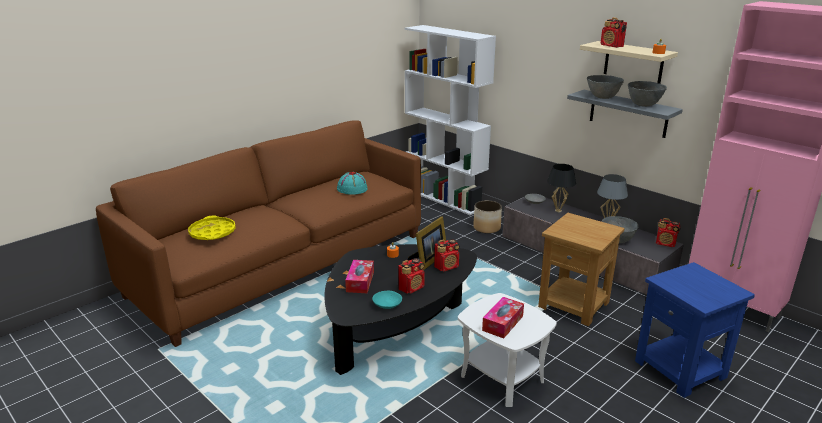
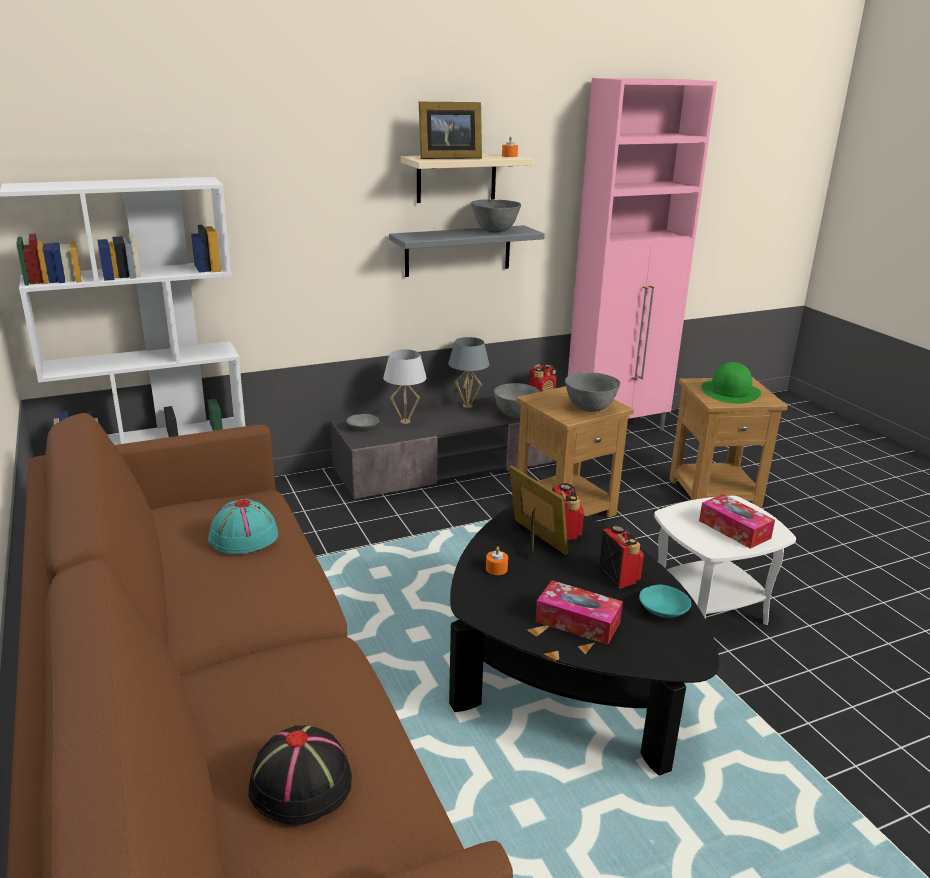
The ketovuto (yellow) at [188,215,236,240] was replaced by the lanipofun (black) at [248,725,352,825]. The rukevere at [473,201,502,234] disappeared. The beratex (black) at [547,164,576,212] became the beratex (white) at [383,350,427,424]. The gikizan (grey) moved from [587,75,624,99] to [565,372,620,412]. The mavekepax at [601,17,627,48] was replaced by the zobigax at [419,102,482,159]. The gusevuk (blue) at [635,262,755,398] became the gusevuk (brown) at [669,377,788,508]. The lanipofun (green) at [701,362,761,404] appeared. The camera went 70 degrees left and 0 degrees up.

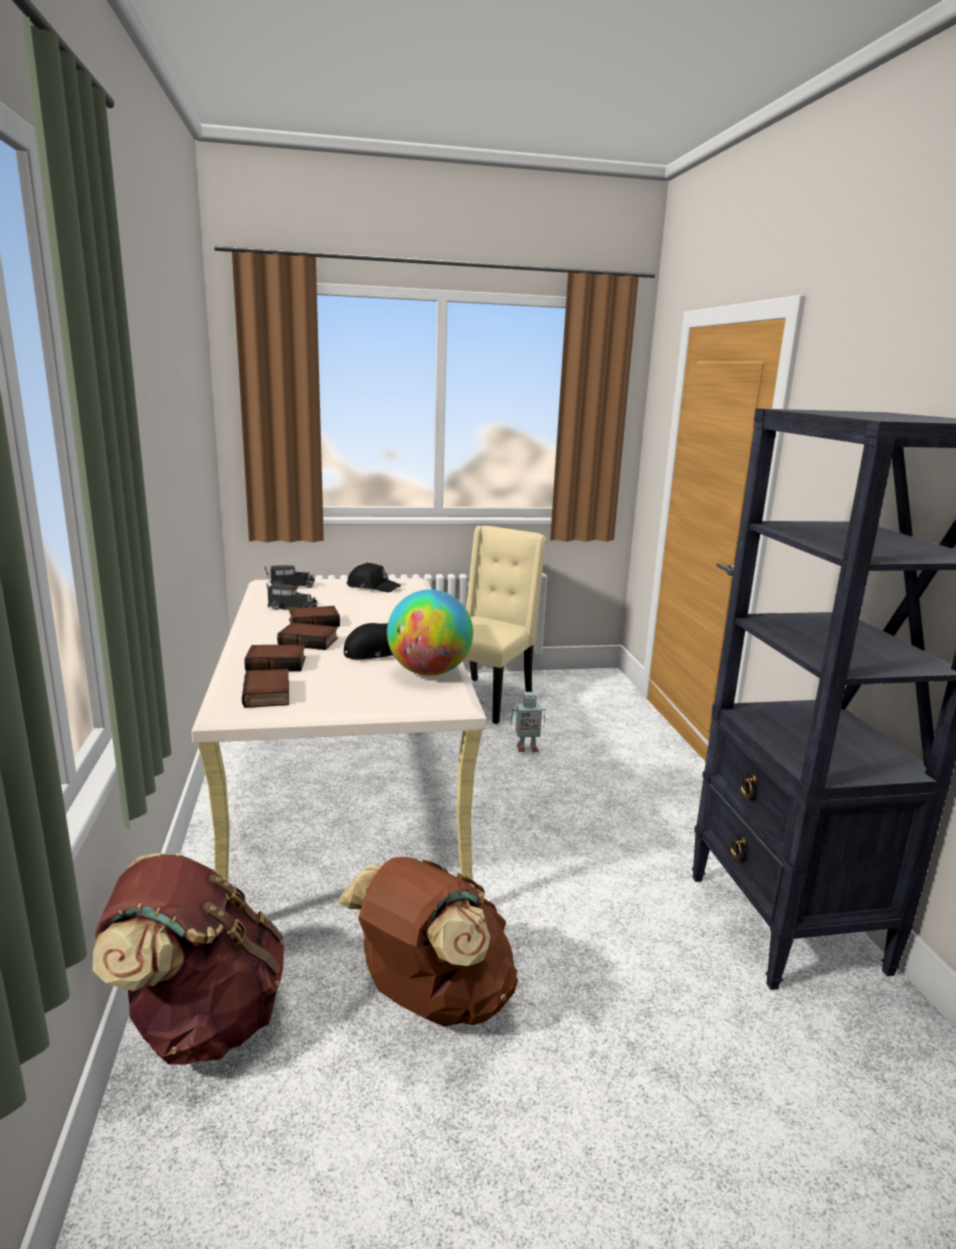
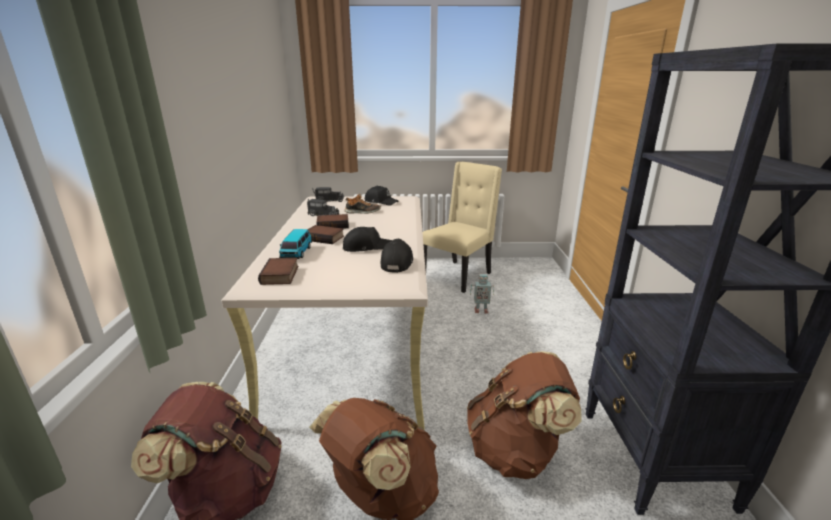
The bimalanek at [244,645,306,671] was replaced by the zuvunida at [279,229,312,259]. The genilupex at [387,590,473,676] was replaced by the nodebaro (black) at [381,239,413,273]. The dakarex at [344,194,381,214] appeared. The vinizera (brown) at [467,351,582,479] appeared. The camera went 10 degrees right and 5 degrees up.

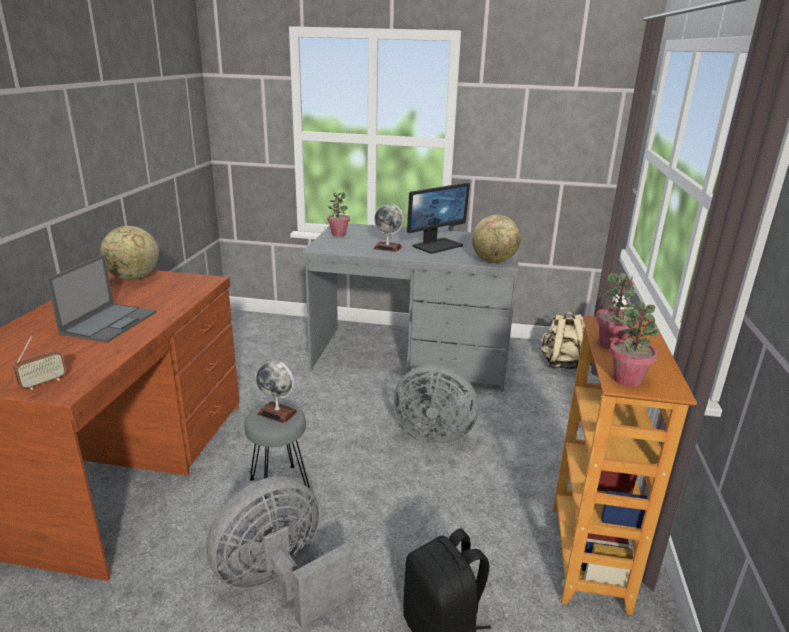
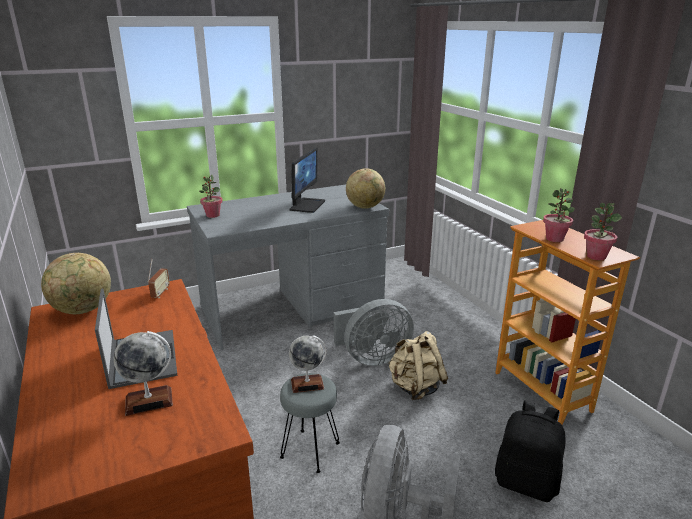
The mavekepax moved from [13,336,66,390] to [148,259,170,298]. The genilupex moved from [373,204,404,252] to [114,331,173,416]. The vinizera (beige) moved from [541,312,585,369] to [388,331,448,400]. The camera went 35 degrees left and 0 degrees up.

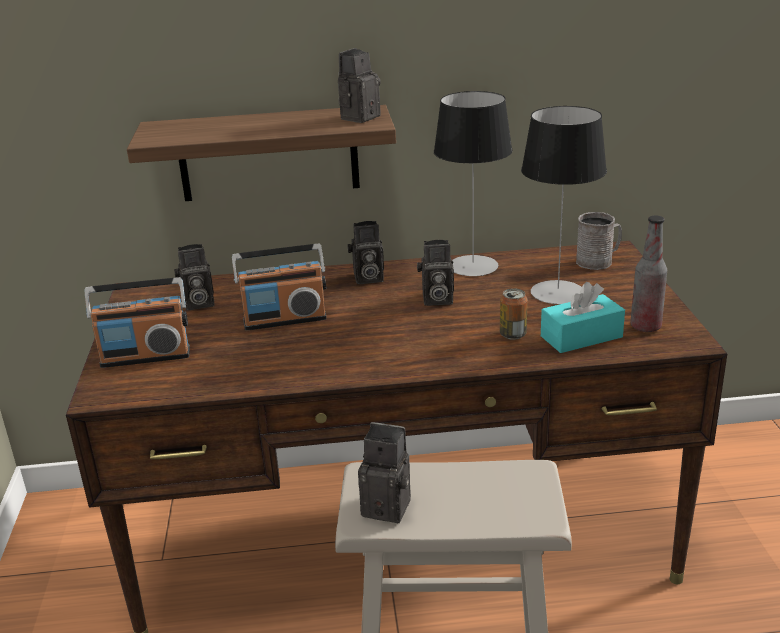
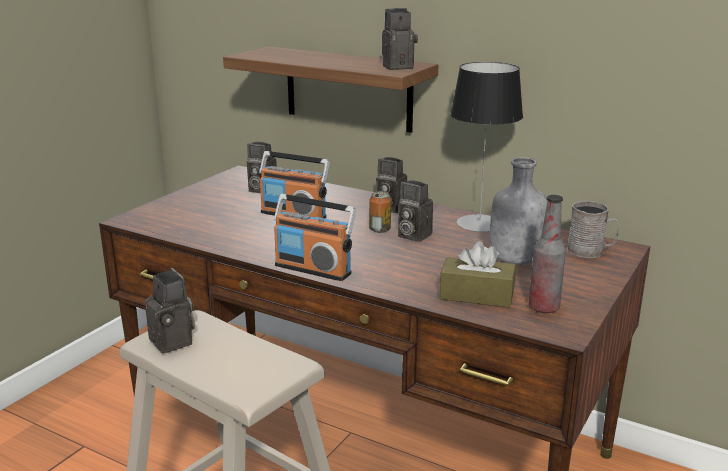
The mavekepax moved from [85,277,190,368] to [274,194,356,281]. The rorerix moved from [500,288,528,340] to [369,192,391,233]. The beratex at [521,106,607,304] was replaced by the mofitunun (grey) at [490,157,548,265]. The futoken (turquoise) at [541,282,625,353] became the futoken (brown) at [440,241,516,308]. The camera went 35 degrees right and 5 degrees down.

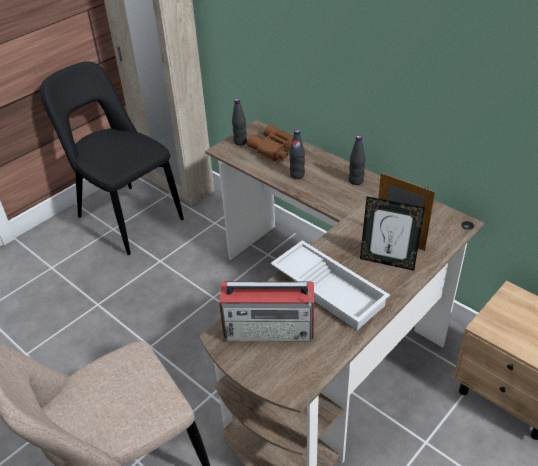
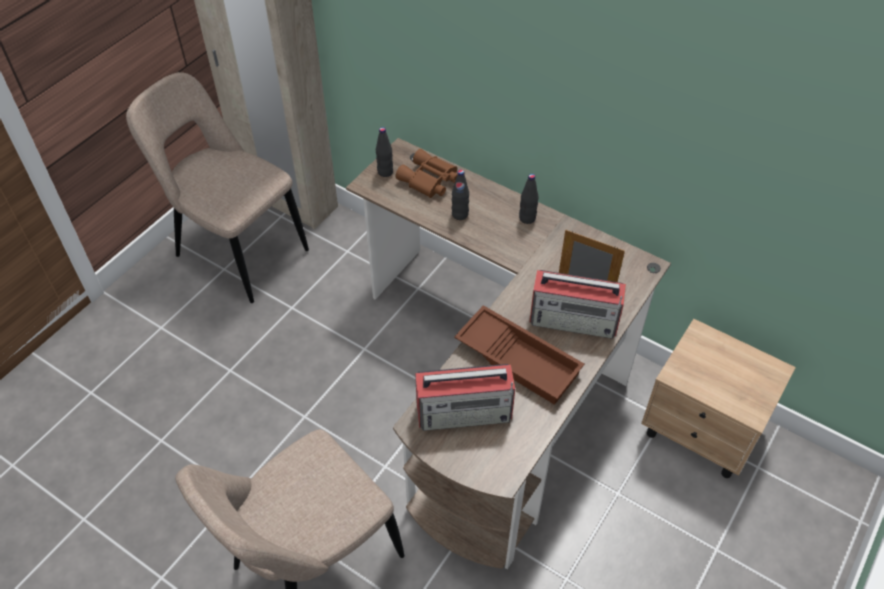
The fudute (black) at [40,62,184,255] became the fudute (beige) at [126,72,309,303]. The ketovuto (white) at [271,240,390,330] became the ketovuto (brown) at [454,305,585,405]. The zobigax at [360,196,425,271] was replaced by the mavekepax at [529,270,626,339]. The camera went 10 degrees left and 10 degrees up.

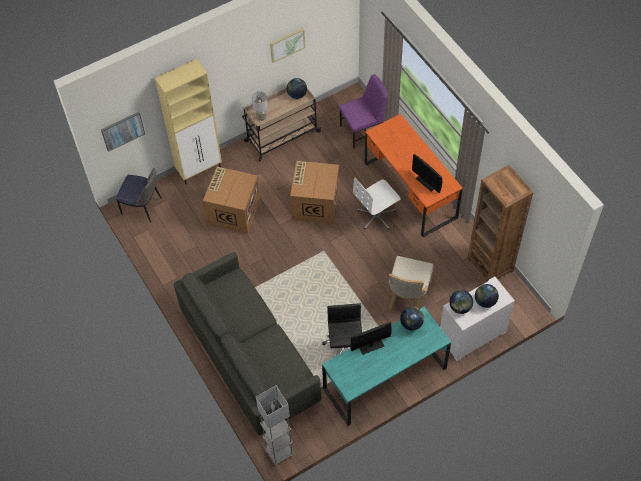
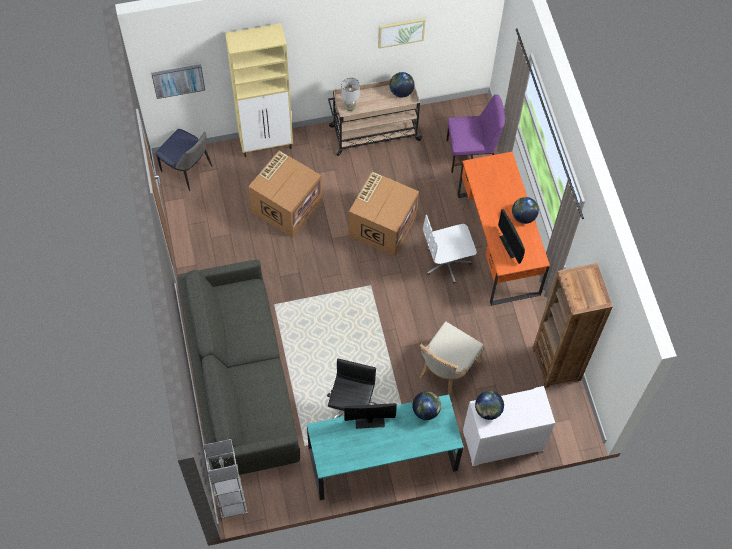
The genilupex moved from [475,284,499,308] to [512,197,539,224]. The camera went 15 degrees right and 5 degrees up.

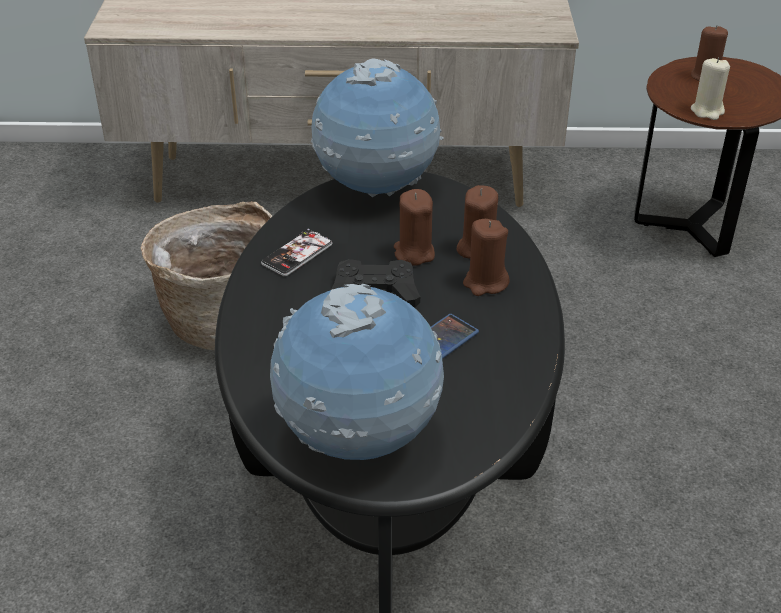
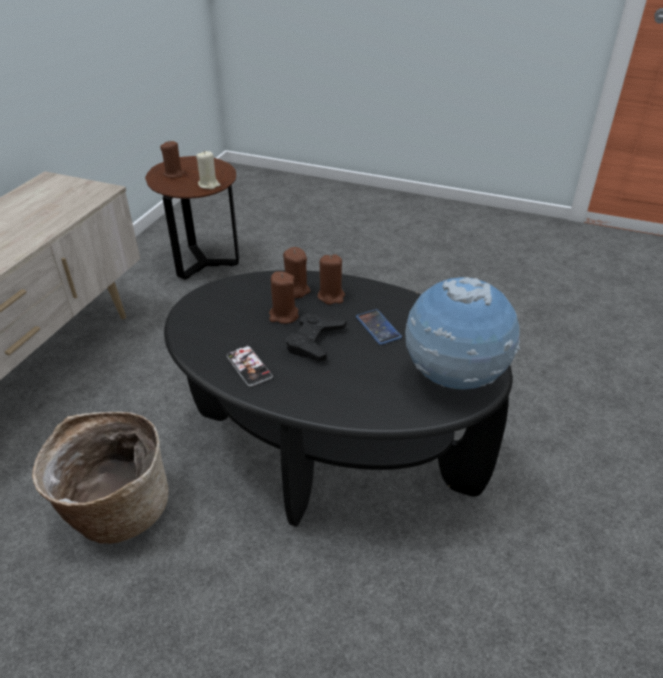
The genilupex at [311,58,443,198] disappeared. The camera went 70 degrees left and 0 degrees up.

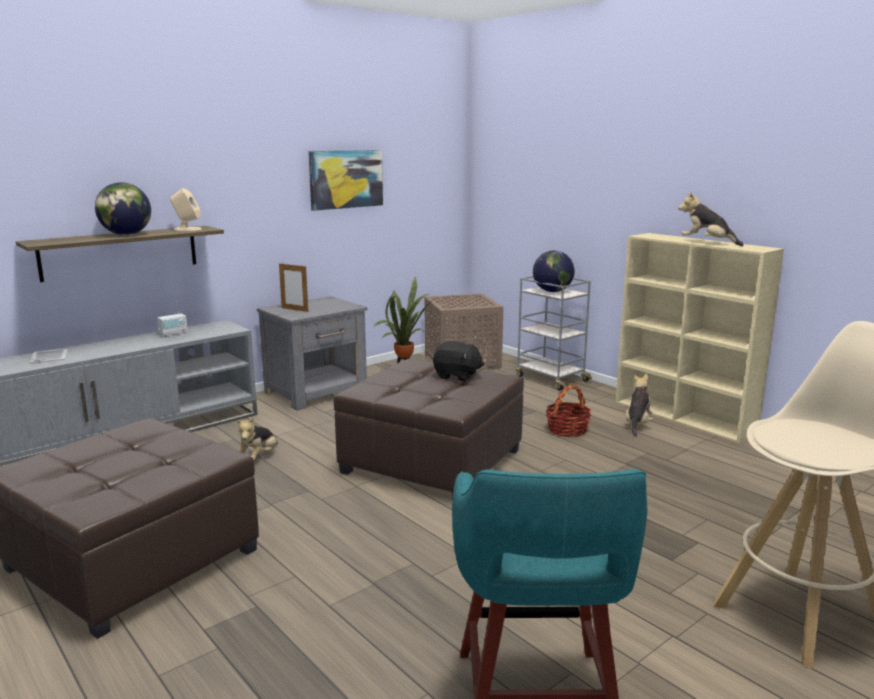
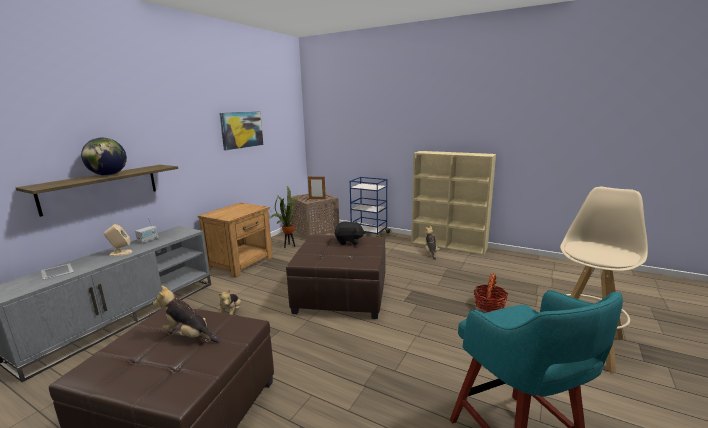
The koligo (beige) moved from [170,188,202,231] to [104,224,133,256]. The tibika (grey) at [257,296,368,411] became the tibika (brown) at [198,203,273,277]. The zobigax moved from [279,262,308,312] to [308,177,326,199]. The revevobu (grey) at [516,276,592,390] became the revevobu (blue) at [350,177,392,237]. The genilupex at [533,251,575,292] disappeared. The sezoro moved from [546,385,591,437] to [474,273,508,312]. The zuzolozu moved from [678,192,744,246] to [153,286,221,343]. The camera went 20 degrees left and 0 degrees up.

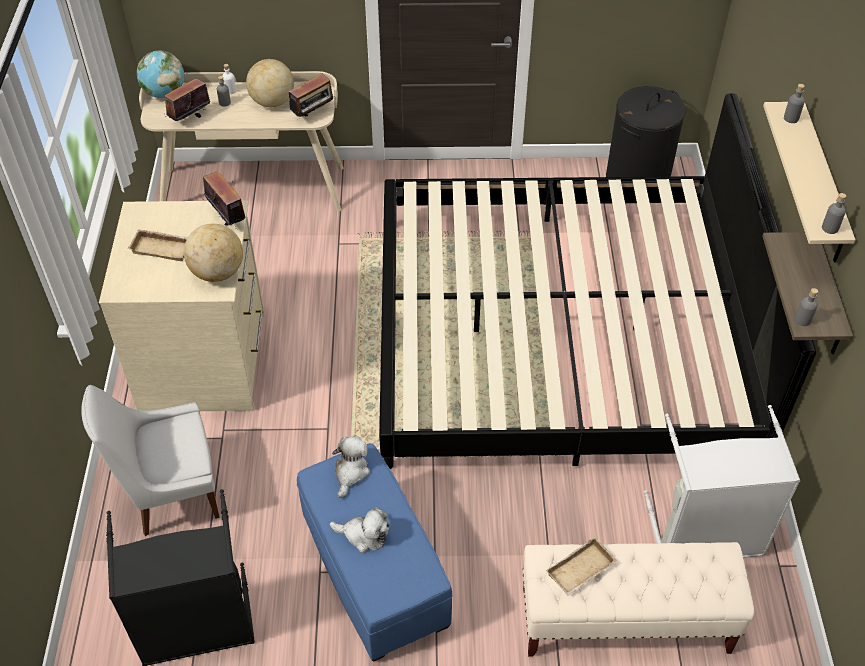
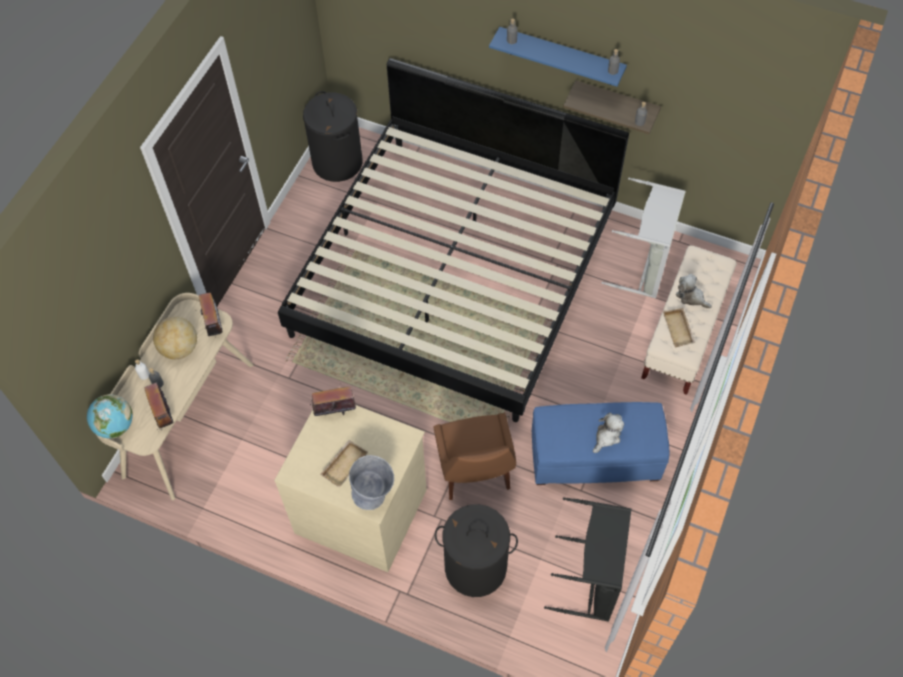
The fudute (white) at [81,385,220,536] was replaced by the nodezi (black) at [435,504,518,597]. The genilupex at [184,224,243,282] disappeared. The zuzolozu moved from [332,436,370,498] to [676,274,712,309]. The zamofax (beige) at [763,102,856,262] became the zamofax (blue) at [489,27,627,86]. The gikizan (grey) at [349,455,394,510] appeared. The fudute (brown) at [434,413,516,500] appeared. The camera went 65 degrees left and 10 degrees up.

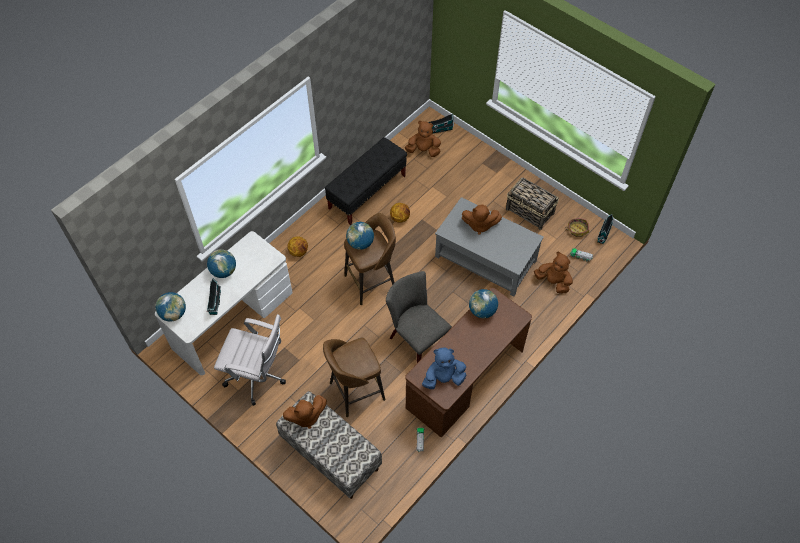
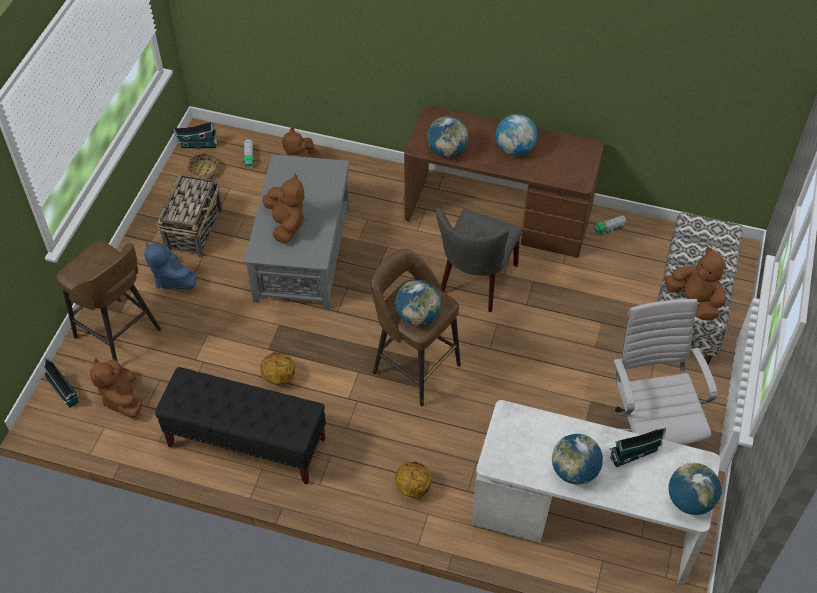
The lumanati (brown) moved from [323,338,386,417] to [56,241,161,362]. The zuzolozu (blue) moved from [422,348,466,389] to [144,242,196,290]. The genilupex at [496,114,537,156] appeared. The camera went 115 degrees left and 5 degrees down.

